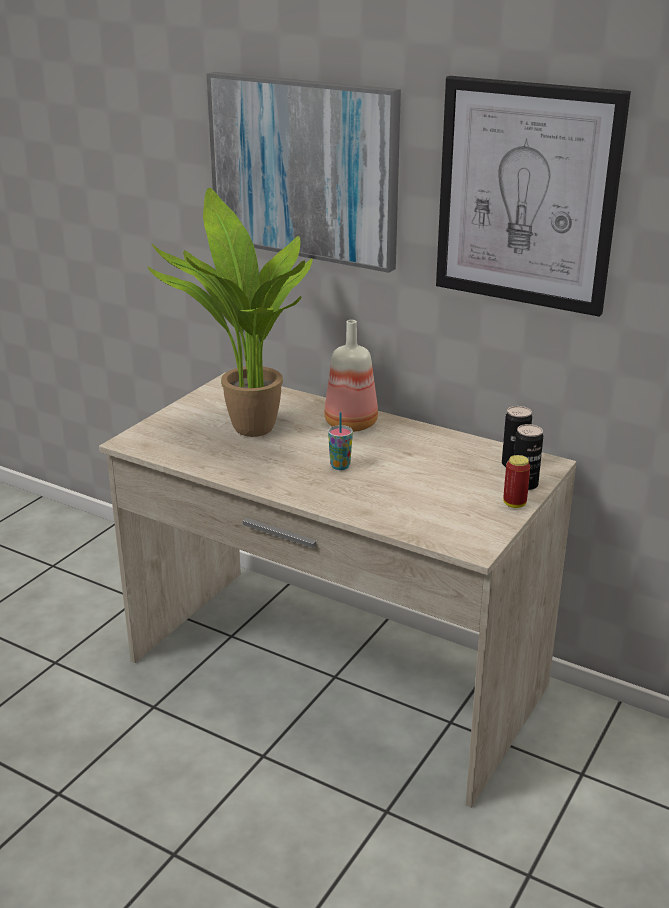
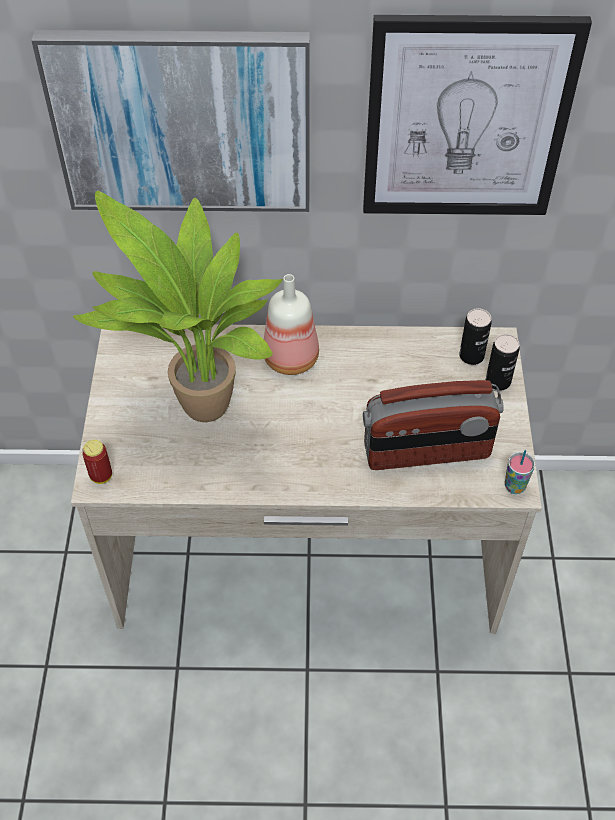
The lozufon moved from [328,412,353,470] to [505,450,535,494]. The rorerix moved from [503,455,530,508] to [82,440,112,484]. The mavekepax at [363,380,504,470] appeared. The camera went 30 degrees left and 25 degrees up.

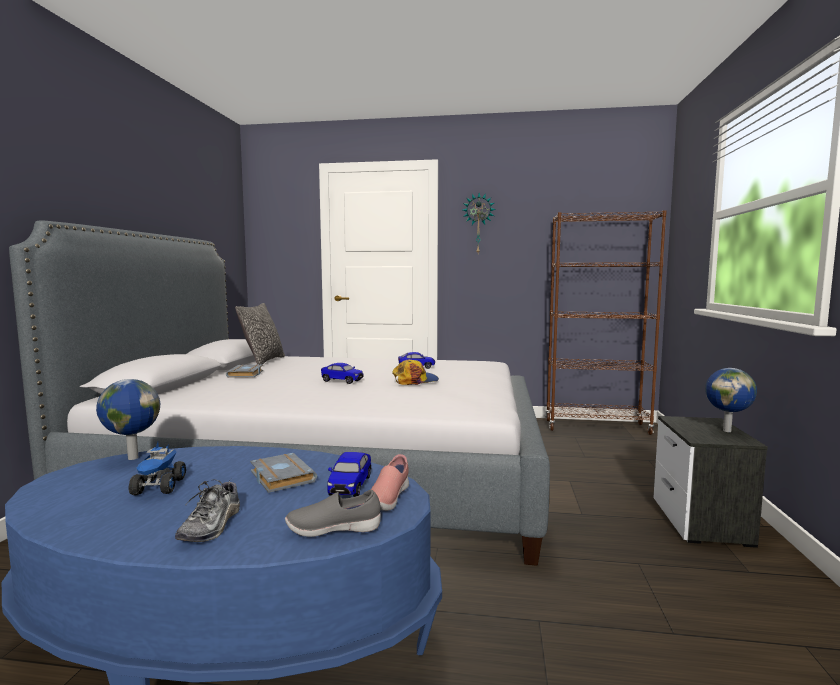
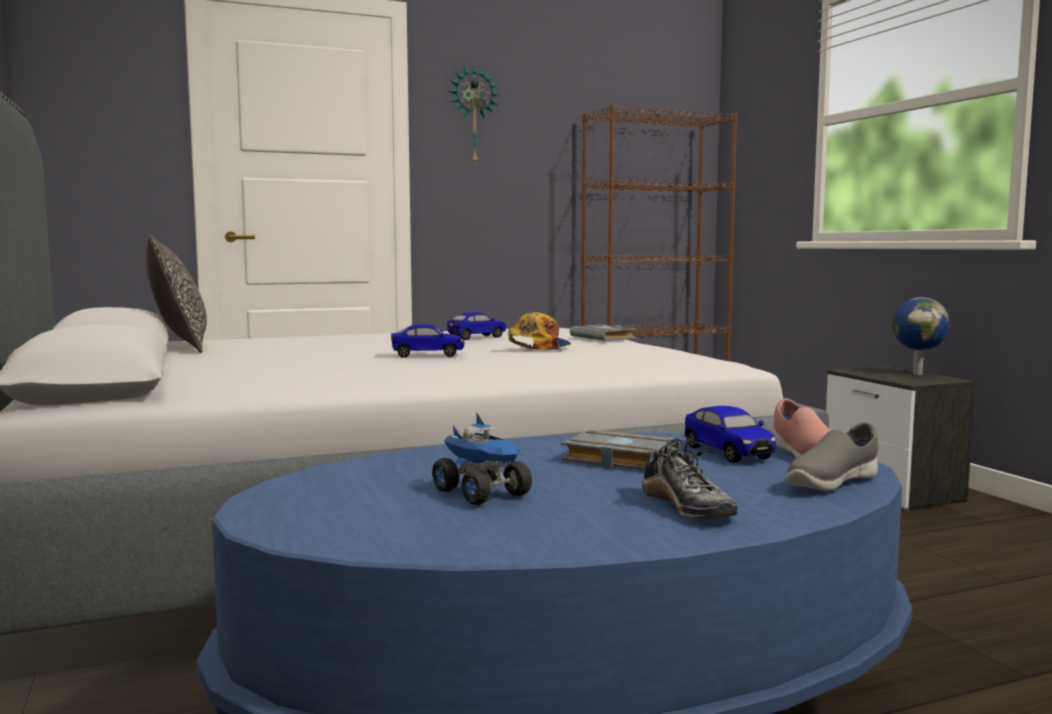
The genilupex at [96,379,160,460] disappeared. The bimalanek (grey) moved from [226,364,263,378] to [570,324,637,341]. The camera went 30 degrees left and 0 degrees up.

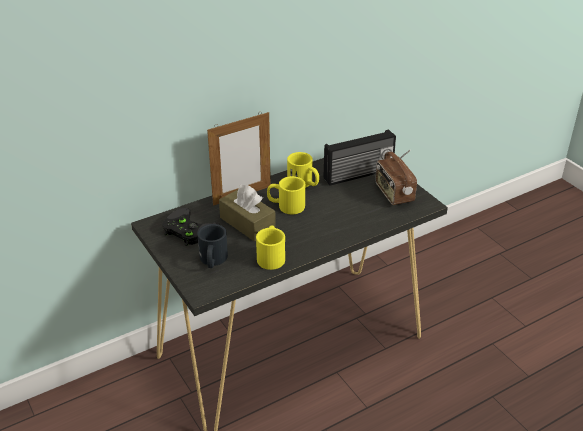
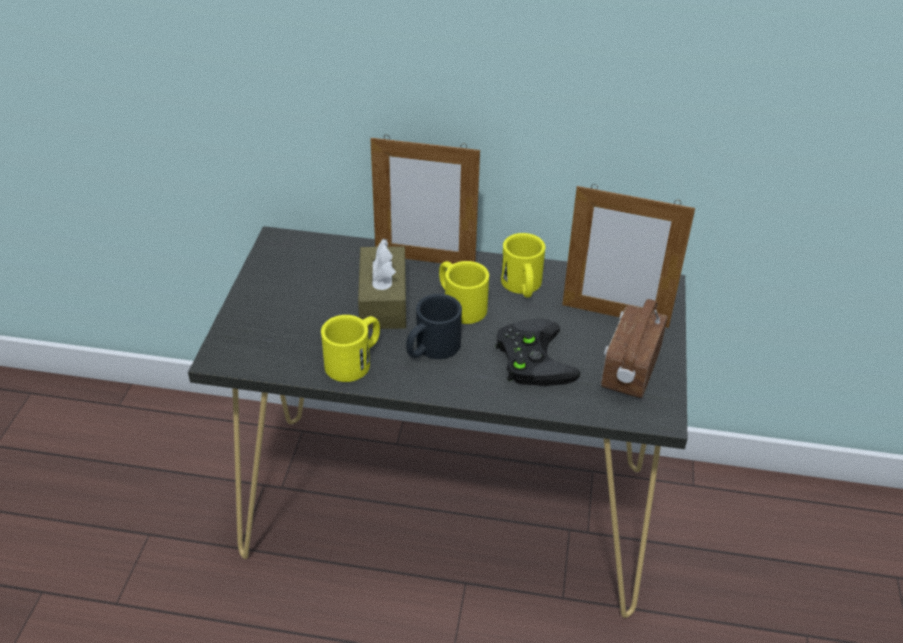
The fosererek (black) moved from [162,208,220,246] to [495,319,580,386]. The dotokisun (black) moved from [197,224,228,268] to [406,294,462,359]. The mavekepax at [324,129,396,186] was replaced by the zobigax at [562,184,695,328]. The camera went 40 degrees right and 5 degrees up.

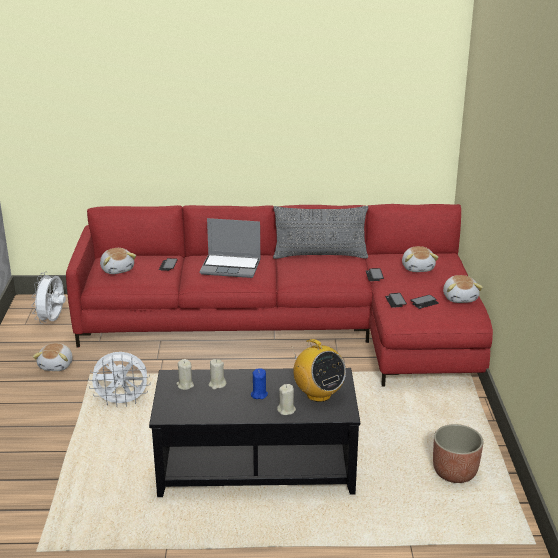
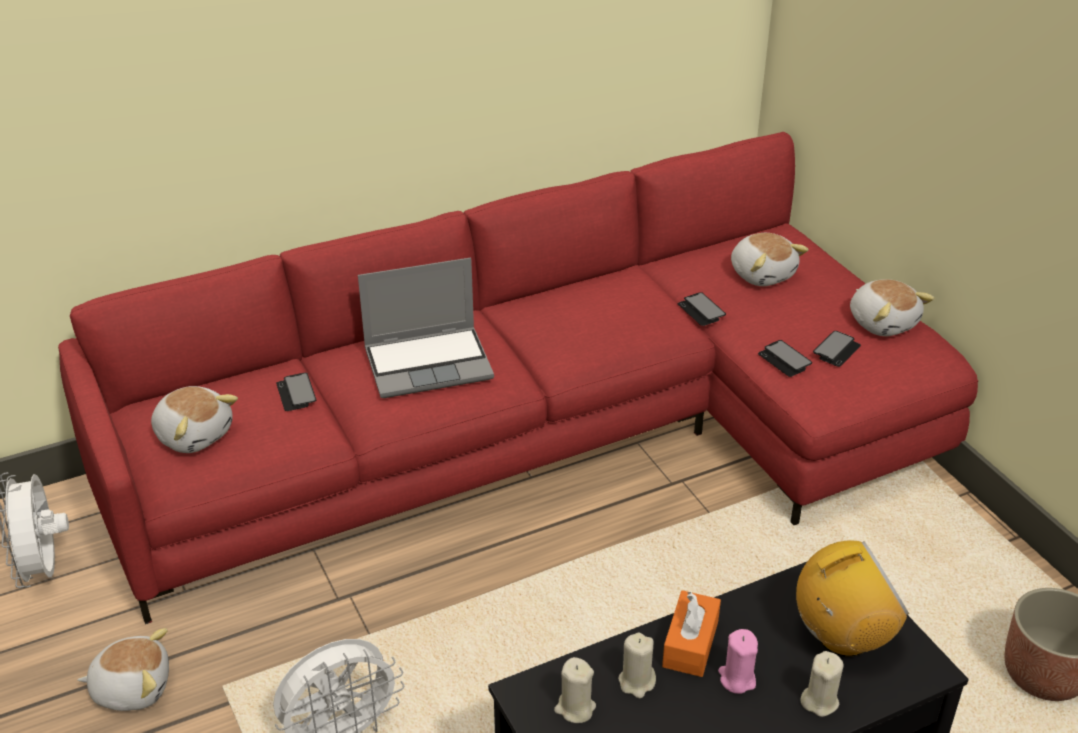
The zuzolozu at [33,343,73,371] turned 75 degrees counterclockwise. The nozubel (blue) at [251,368,268,399] became the nozubel (pink) at [718,629,758,694]. The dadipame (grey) at [273,206,368,259] disappeared. The mavekepax at [292,339,346,402] turned 45 degrees counterclockwise. The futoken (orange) at [662,590,721,677] appeared. The camera went 25 degrees left and 10 degrees up.

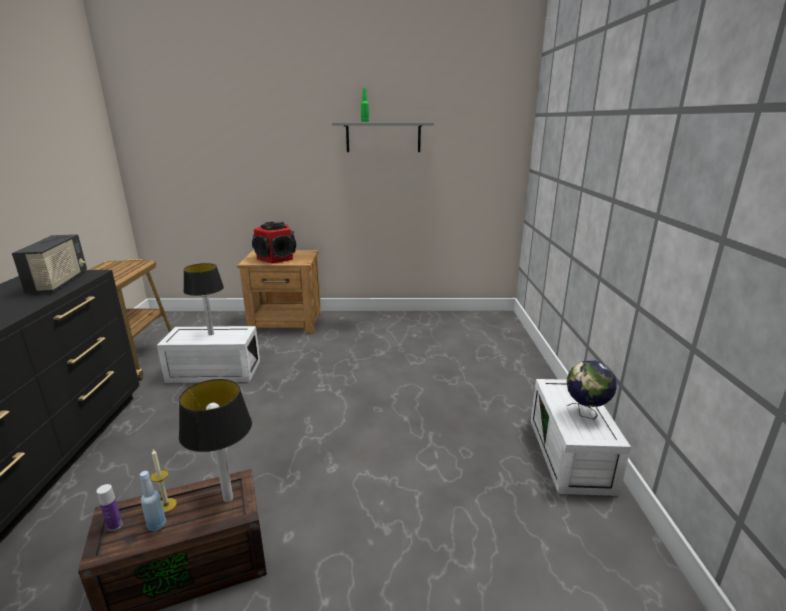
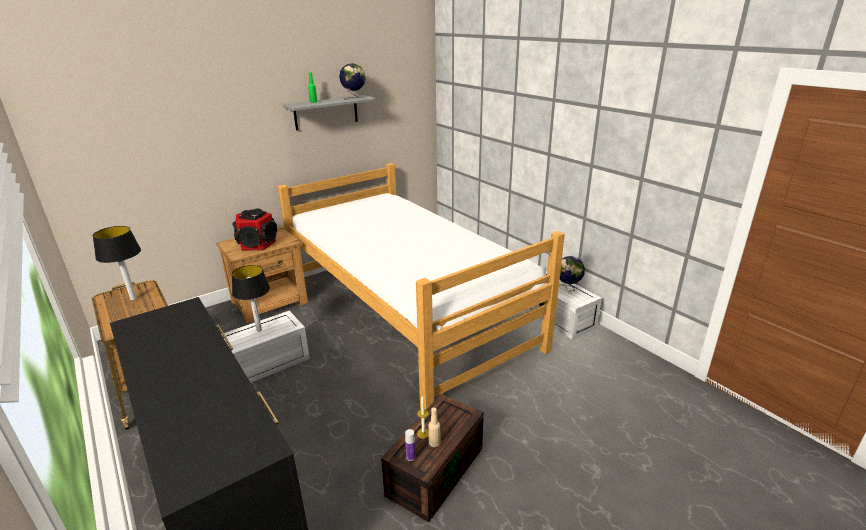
The mavekepax at [12,234,87,293] disappeared. The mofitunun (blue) at [140,471,166,531] became the mofitunun (beige) at [428,408,441,447]. The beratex moved from [179,379,252,503] to [93,226,141,301]. The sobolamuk at [278,163,565,410] appeared. The genilupex at [339,63,366,100] appeared. The camera went 35 degrees left and 5 degrees up.

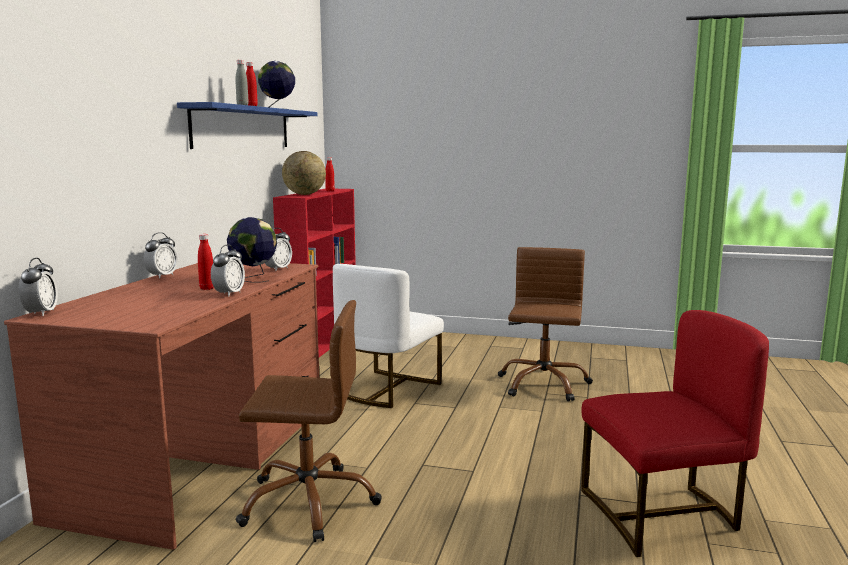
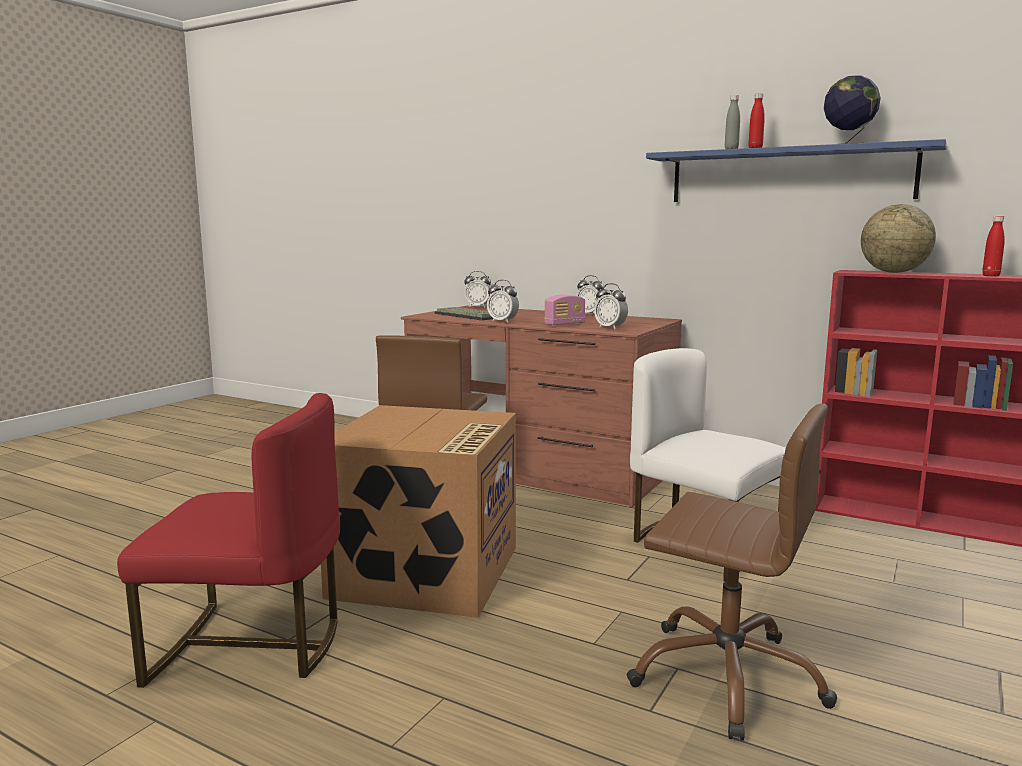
The mofitunun (red) at [198,234,214,290] disappeared. The genilupex at [227,217,277,283] was replaced by the mavekepax at [544,294,585,326]. The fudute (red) at [581,310,769,557] turned 90 degrees counterclockwise. The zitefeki at [321,405,516,618] appeared. The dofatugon at [435,307,493,320] appeared. The camera went 105 degrees right and 0 degrees up.

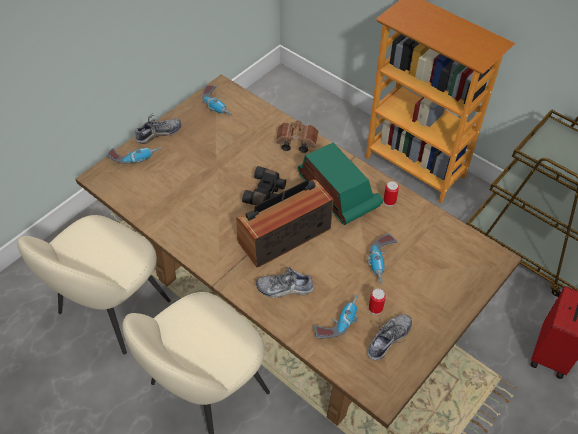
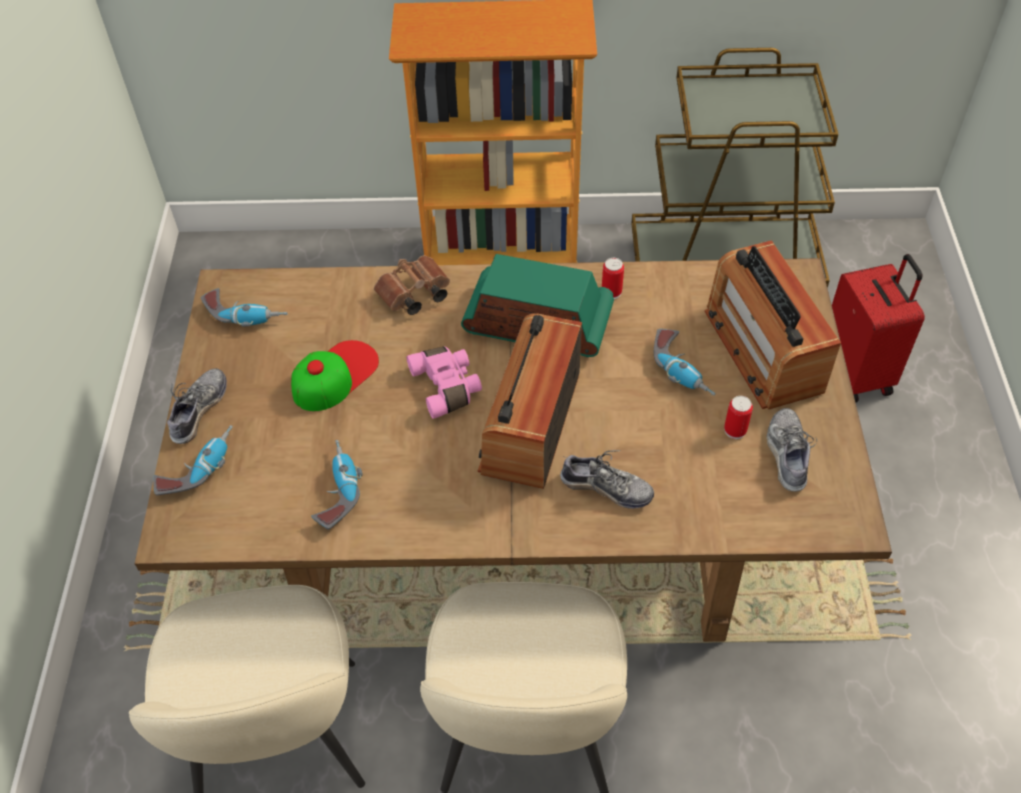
The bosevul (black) at [242,166,286,205] became the bosevul (pink) at [406,347,482,419]. The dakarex at [256,267,314,298] turned 120 degrees counterclockwise. The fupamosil moved from [314,294,358,339] to [311,440,363,529]. The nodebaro at [291,340,379,411] appeared. The mavekepax at [705,240,841,410] appeared. The camera went 40 degrees left and 0 degrees up.

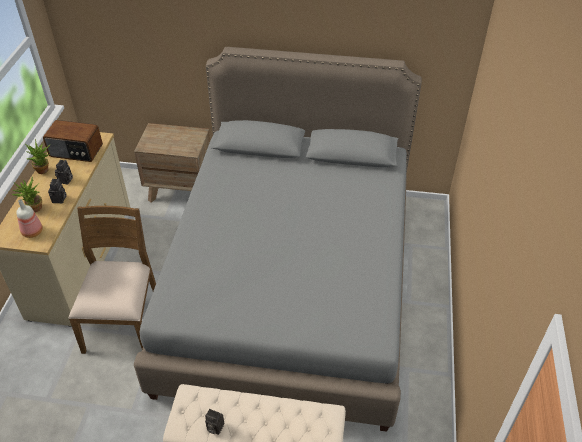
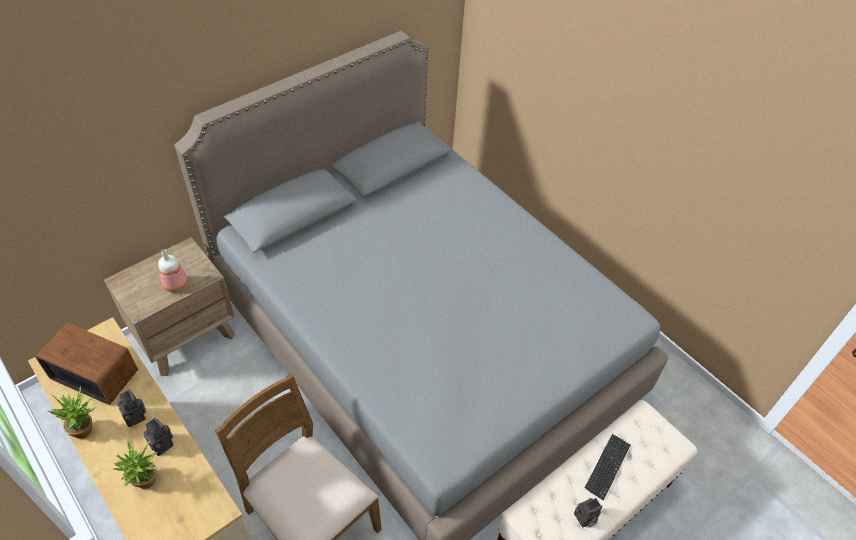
The mofitunun moved from [16,199,43,238] to [158,249,188,293]. The mavekepax at [43,120,103,162] turned 120 degrees counterclockwise. The dofatugon at [585,434,630,500] appeared. The camera went 50 degrees left and 5 degrees up.

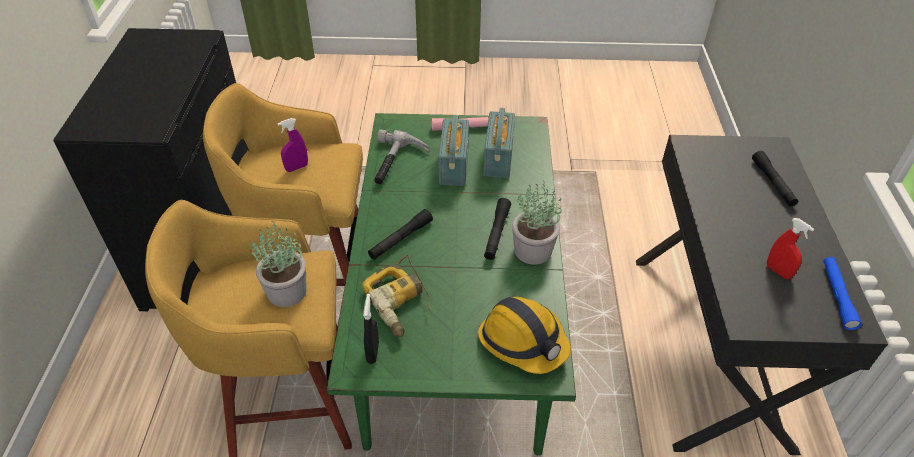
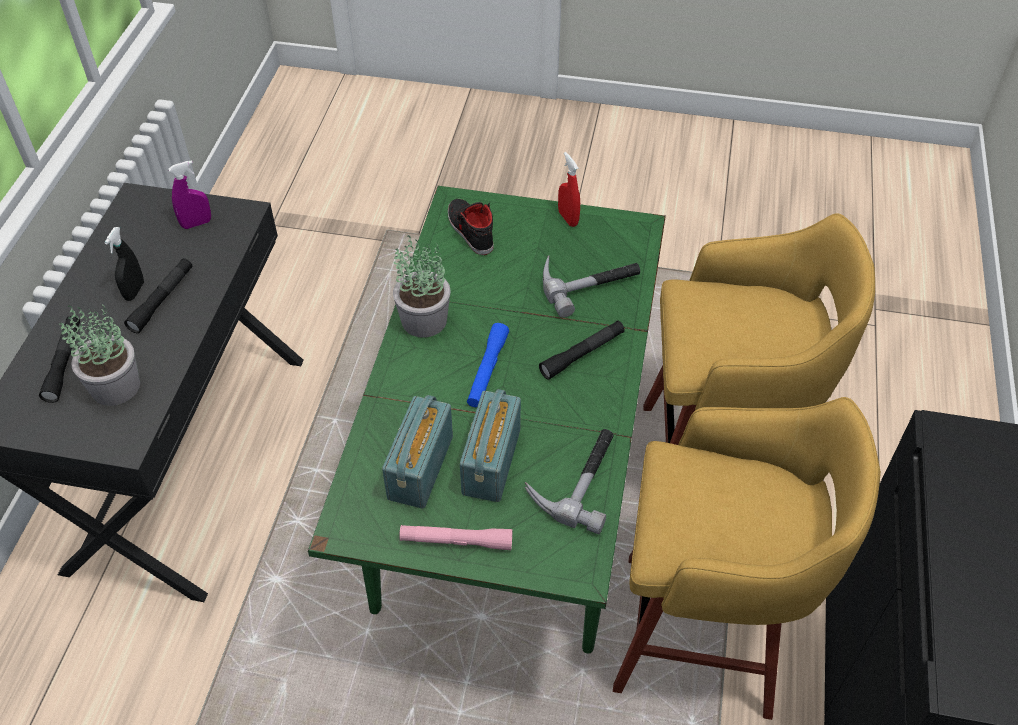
The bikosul moved from [252,221,307,307] to [59,304,140,406]. The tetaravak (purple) moved from [277,118,308,172] to [168,160,211,229]. The fupamosil at [362,255,431,337] was replaced by the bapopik at [543,255,640,318]. The tetaravak (black) moved from [363,294,379,364] to [104,227,144,301]. The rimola at [478,297,571,374] was replaced by the dakarex (black) at [448,199,494,255]. The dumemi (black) moved from [484,198,511,260] to [124,258,192,333]. The tetaravak (red) moved from [767,218,814,279] to [558,152,580,227]. The dumemi (blue) moved from [823,257,862,330] to [467,323,509,407]. The camera went 170 degrees left and 5 degrees up.

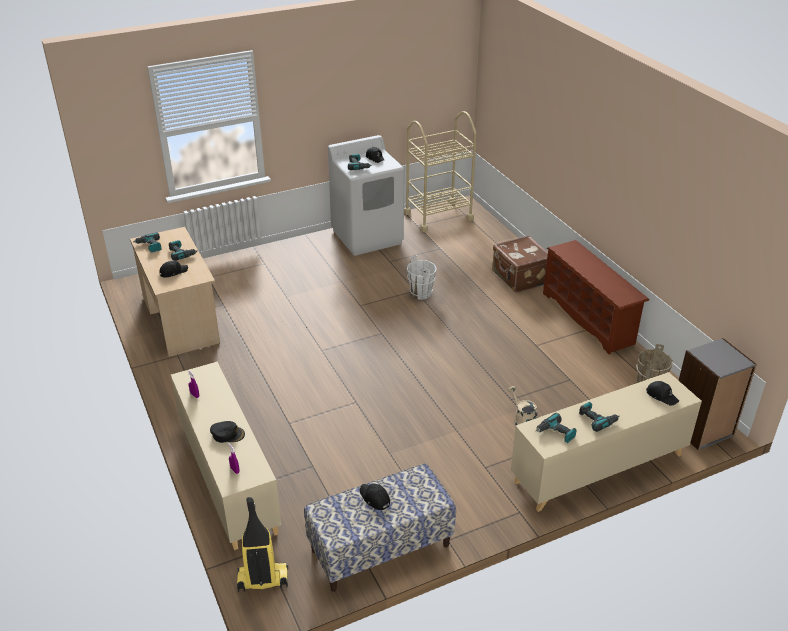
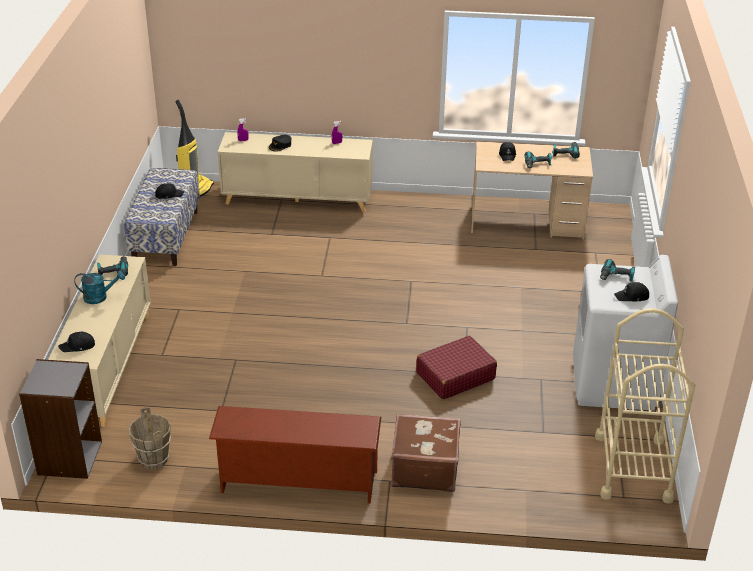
The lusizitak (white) at [407,255,437,300] was replaced by the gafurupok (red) at [416,336,497,399]. The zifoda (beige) at [508,386,538,425] disappeared. The fupamosil at [579,402,619,432] was replaced by the zifoda (turquoise) at [74,271,125,304]. The camera went 120 degrees right and 0 degrees up.

